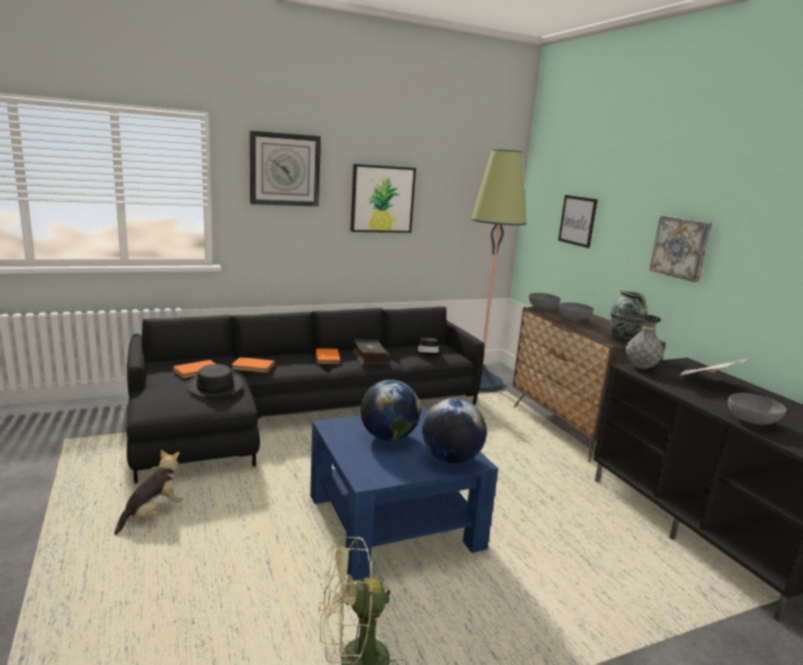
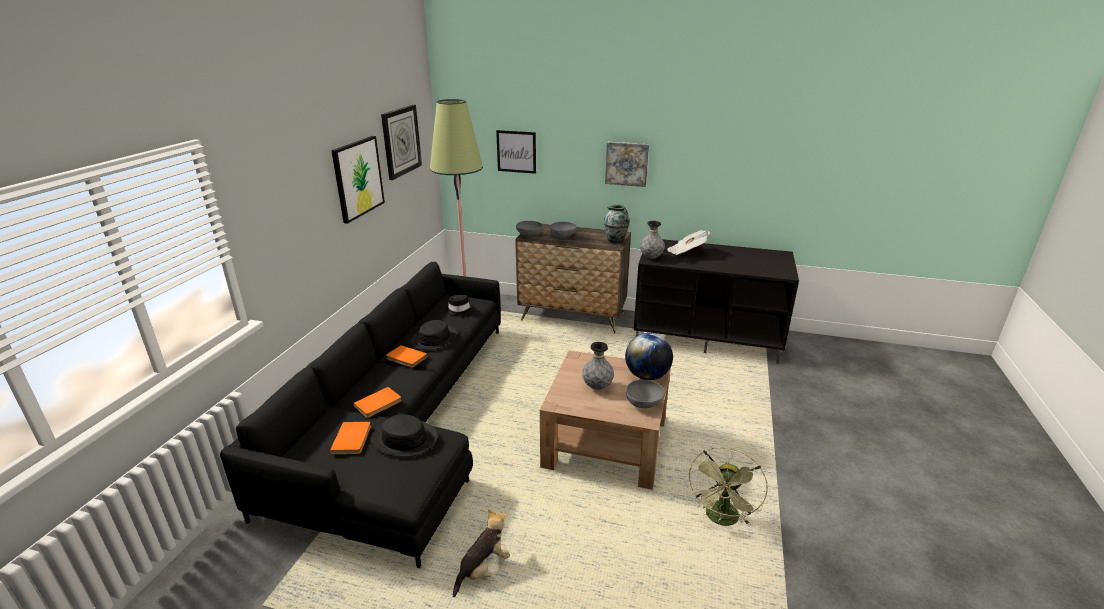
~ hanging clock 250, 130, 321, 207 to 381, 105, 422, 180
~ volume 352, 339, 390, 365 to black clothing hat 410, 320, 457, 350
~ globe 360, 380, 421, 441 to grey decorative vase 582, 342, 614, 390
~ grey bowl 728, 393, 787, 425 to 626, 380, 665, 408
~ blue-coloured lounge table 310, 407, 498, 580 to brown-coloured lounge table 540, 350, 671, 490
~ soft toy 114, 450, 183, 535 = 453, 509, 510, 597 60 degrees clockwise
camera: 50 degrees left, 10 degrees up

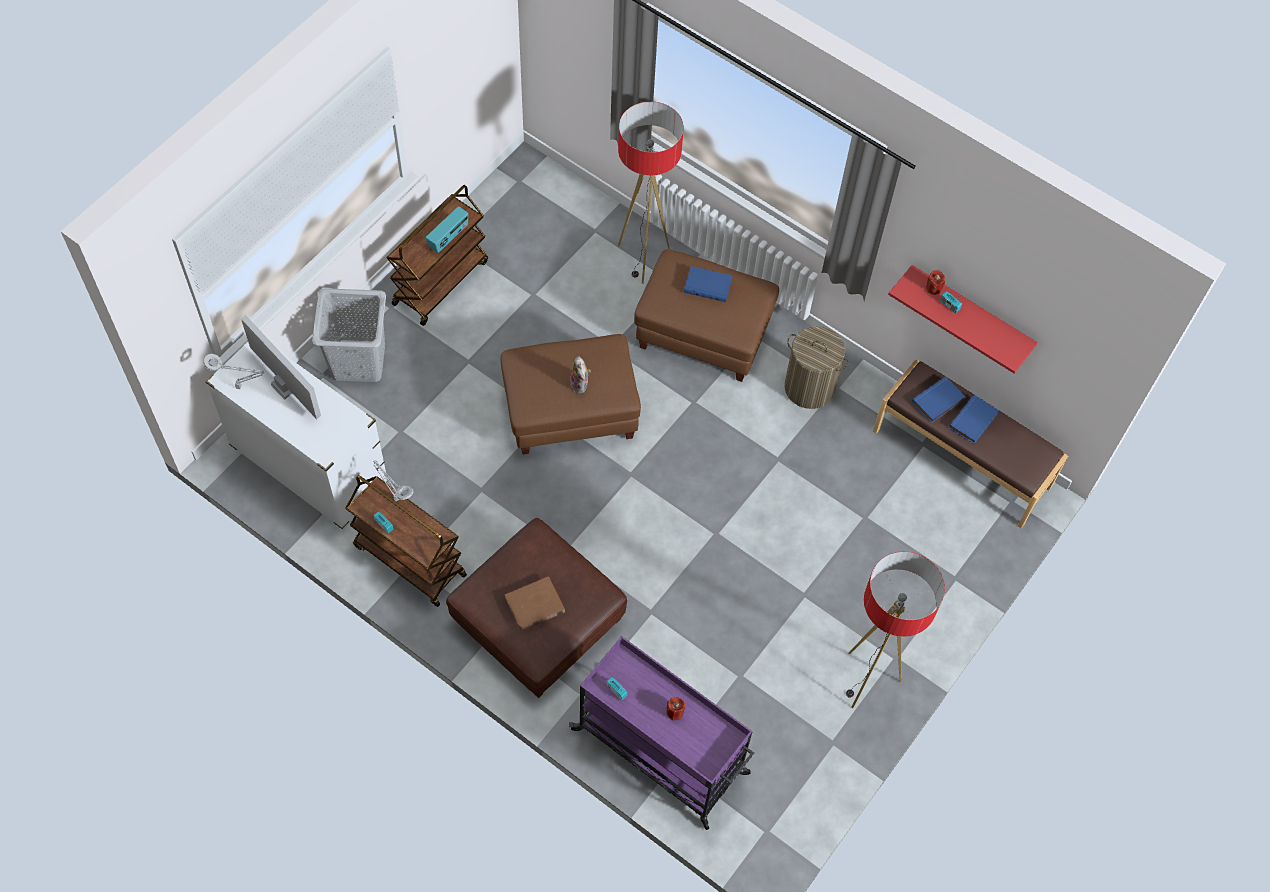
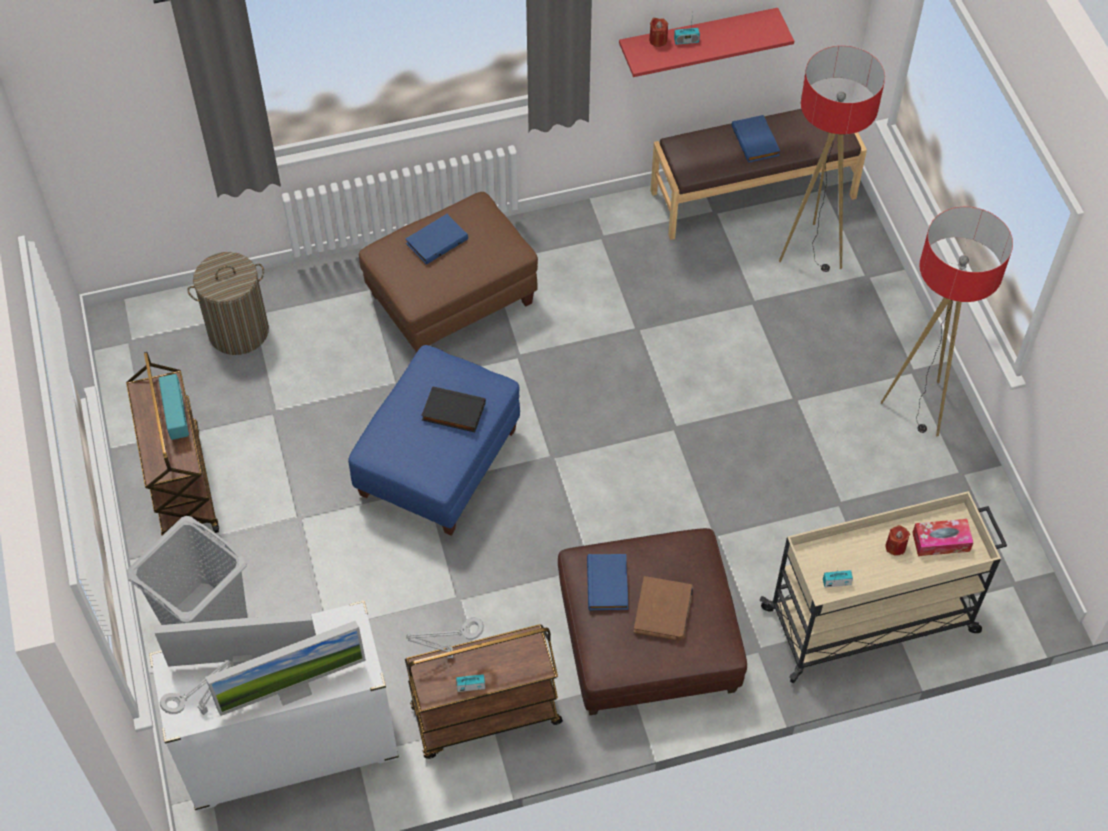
~ standing lamp 618, 101, 684, 284 to 779, 46, 885, 272
~ hamper 785, 326, 848, 409 to 187, 252, 269, 355
~ brown-coloured footrest 501, 334, 641, 455 to blue-coloured footrest 348, 345, 520, 536
~ soft toy 570, 356, 591, 393 to black volume 421, 386, 486, 432
~ blue-coloured volume 912, 377, 966, 423 to 587, 554, 628, 610
~ purple trolley 569, 636, 754, 830 to beige-coloured trolley 760, 491, 1007, 683
+ tissue holder 912, 519, 973, 556
+ monitor 205, 621, 366, 716
camera: 50 degrees left, 5 degrees down

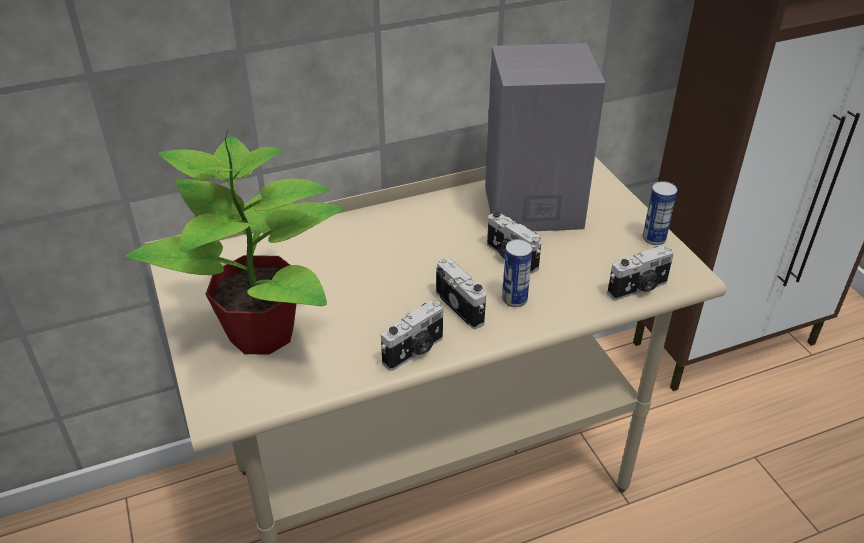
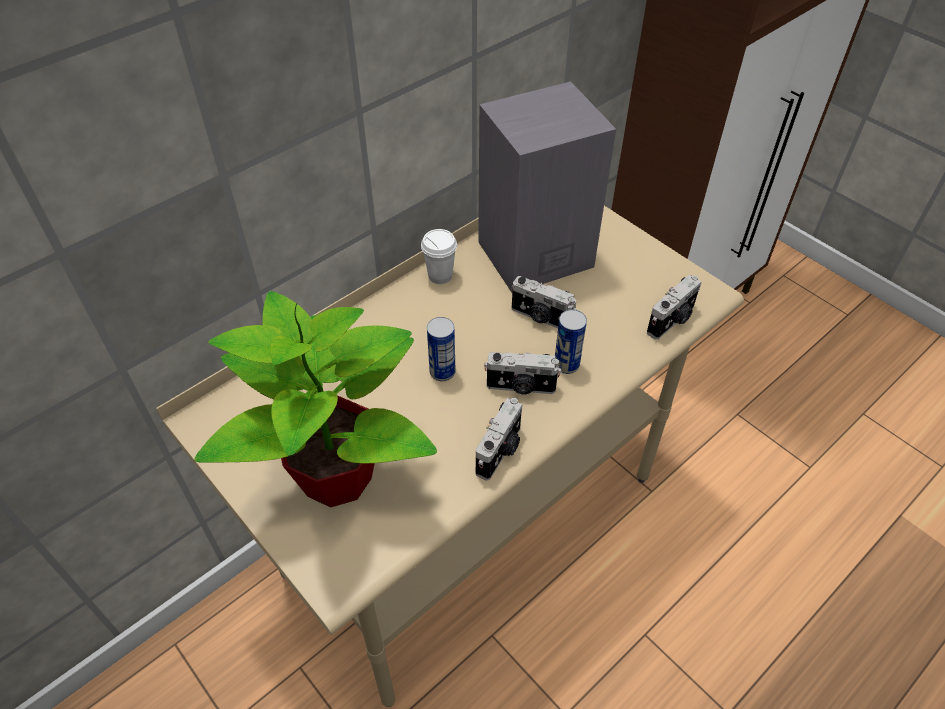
~ sealed can 643, 181, 677, 245 to 427, 317, 456, 381
~ photo camera 436, 258, 486, 329 = 484, 352, 561, 395 150 degrees clockwise
+ white-coloured drinking cup 421, 229, 457, 284
camera: 20 degrees left, 10 degrees up

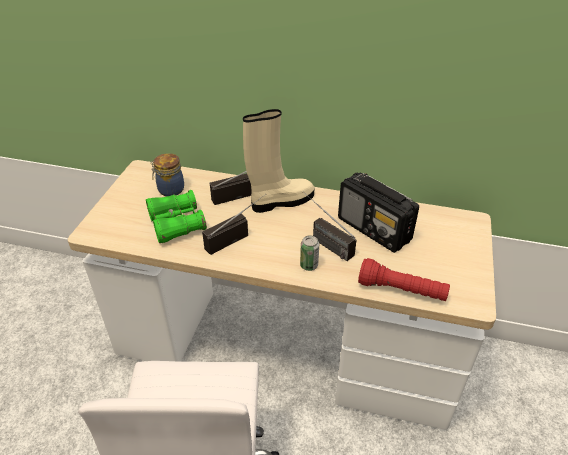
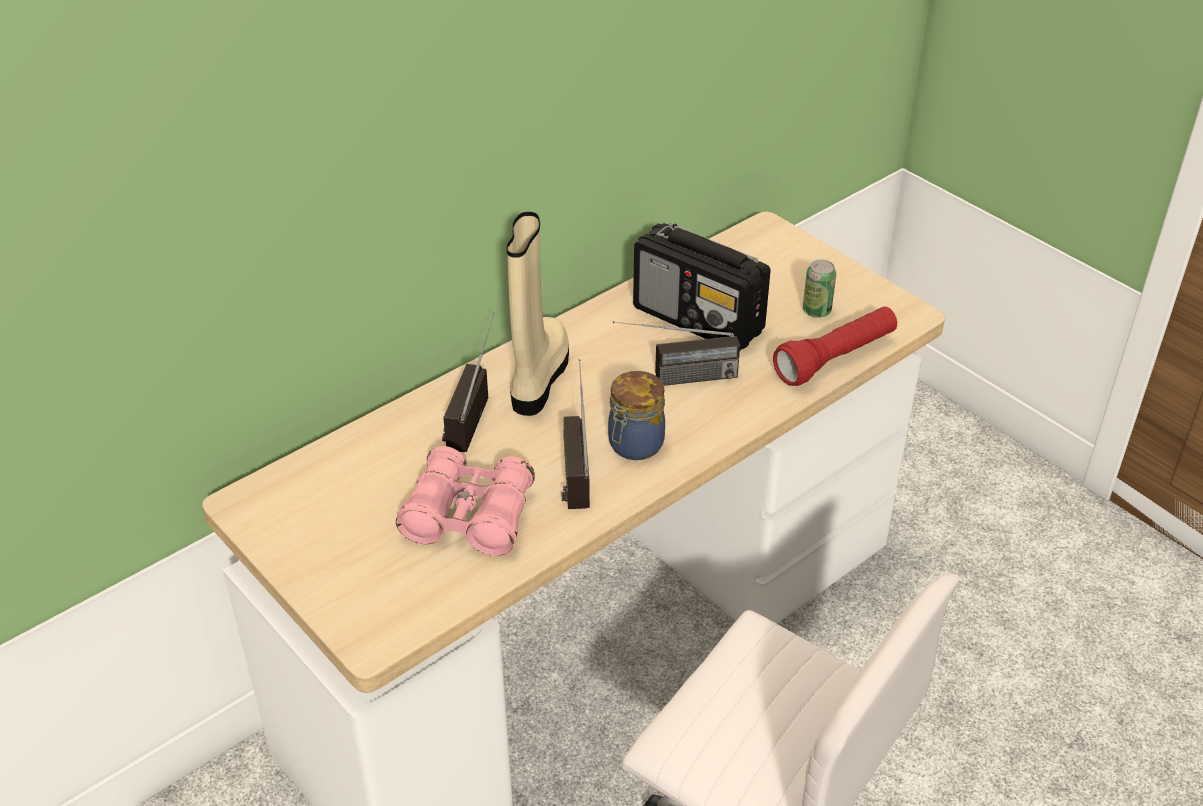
~ jar 150, 153, 184, 196 to 608, 371, 665, 460
~ radio set 338, 172, 419, 253 = 633, 223, 771, 351 45 degrees clockwise
~ green-coloured binoculars 146, 190, 207, 243 to pink binoculars 396, 446, 535, 556
~ sealed can 300, 235, 319, 271 to 803, 259, 836, 318
camera: 55 degrees left, 0 degrees up

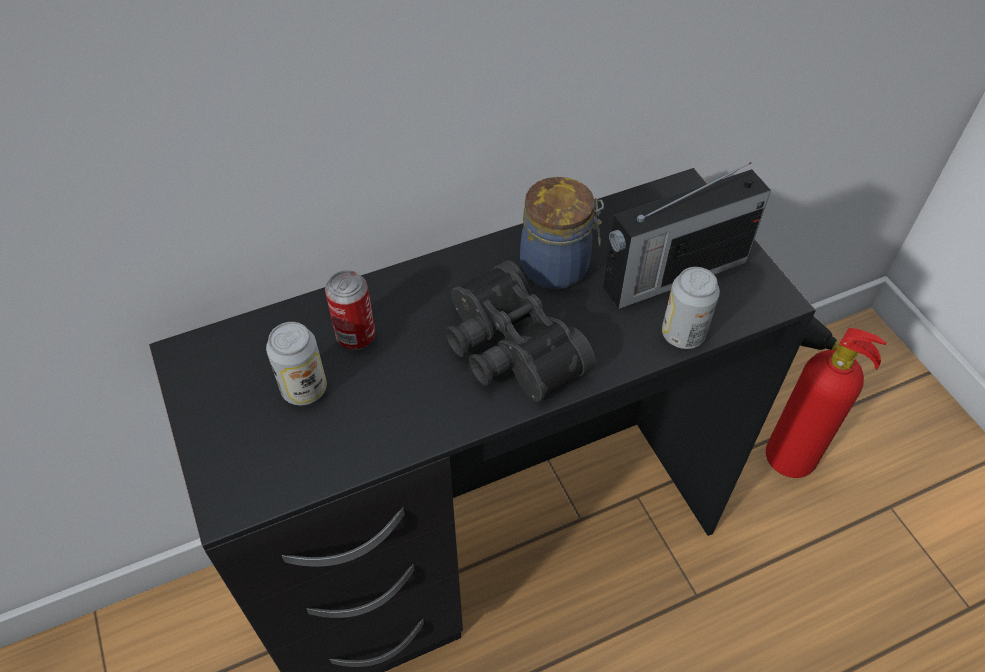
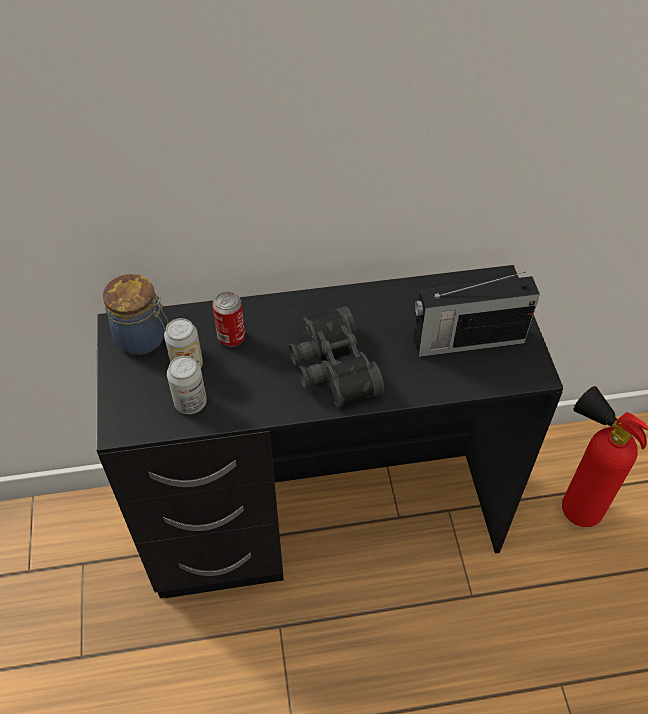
~ jar 520, 177, 604, 290 to 103, 274, 168, 355
~ sealed can 662, 267, 720, 349 to 167, 356, 207, 414
camera: 15 degrees right, 0 degrees up

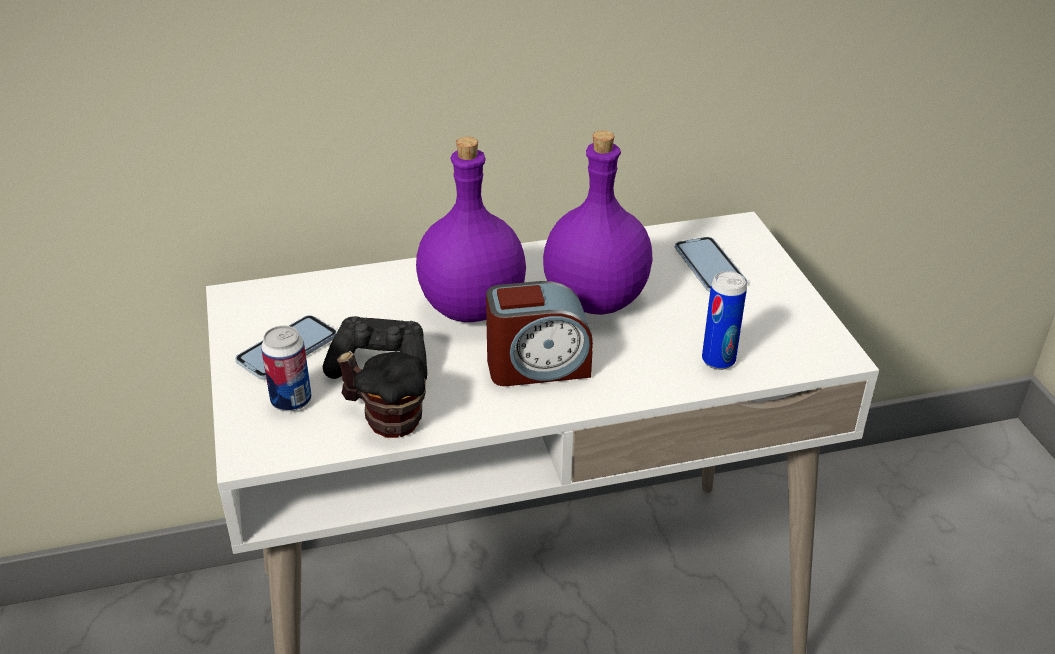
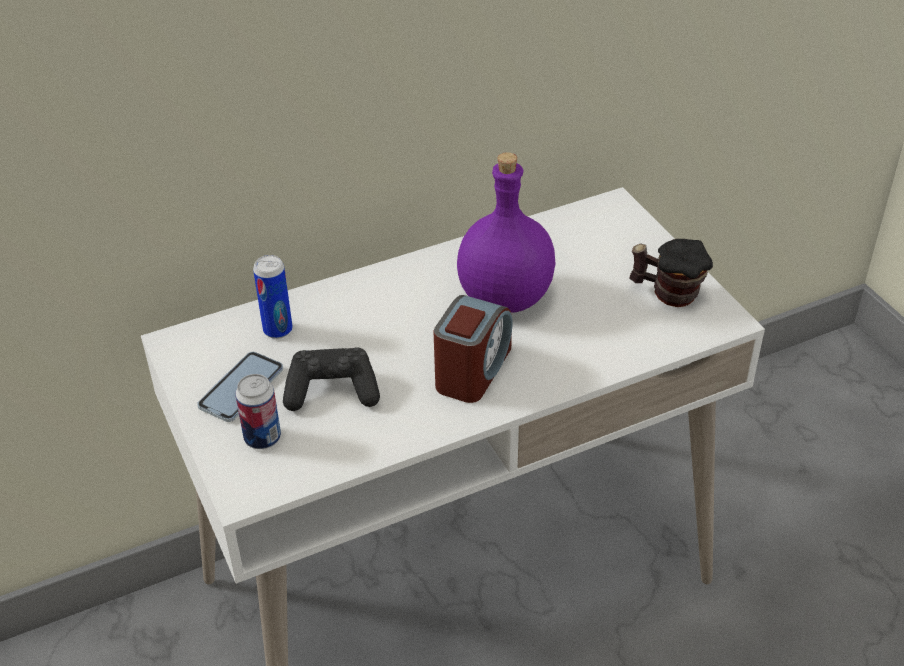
- purple beverage bottle 416, 137, 526, 322
- telephone 675, 237, 748, 292
~ sealed can 702, 271, 747, 370 to 253, 255, 293, 339
~ alarm clock 486, 281, 593, 386 = 434, 295, 513, 403 45 degrees counterclockwise
~ tea mug 336, 351, 426, 438 to 630, 239, 713, 307
camera: 10 degrees left, 5 degrees up

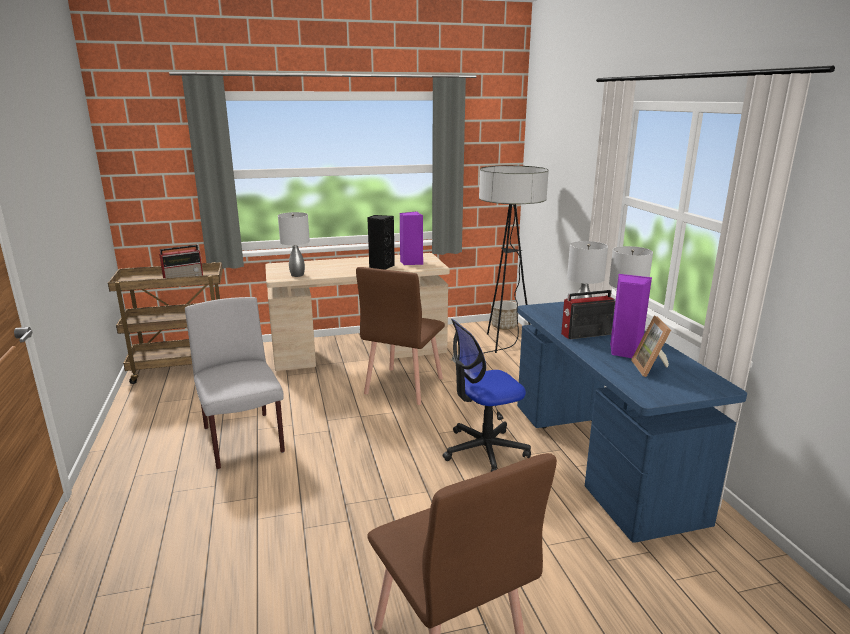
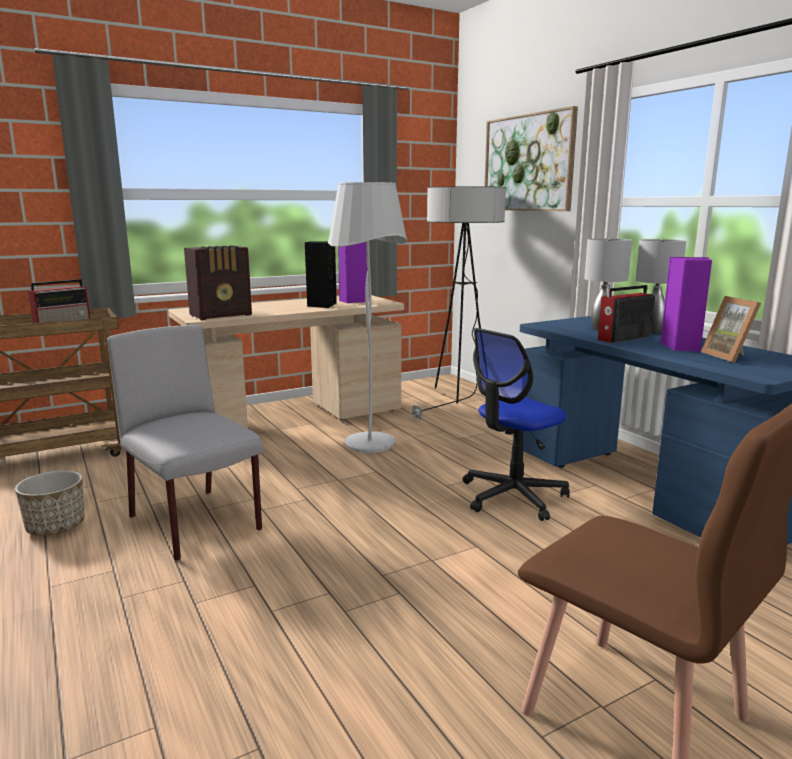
~ grey lamp for a table 278, 212, 310, 277 to radio set 184, 245, 252, 320
~ brown-coloured upright chair 356, 267, 445, 405 to white-coloured standing lamp 328, 182, 407, 453
~ flower pot 491, 301, 519, 330 to 15, 470, 85, 536
+ wall art 484, 106, 578, 211
camera: 15 degrees left, 5 degrees down

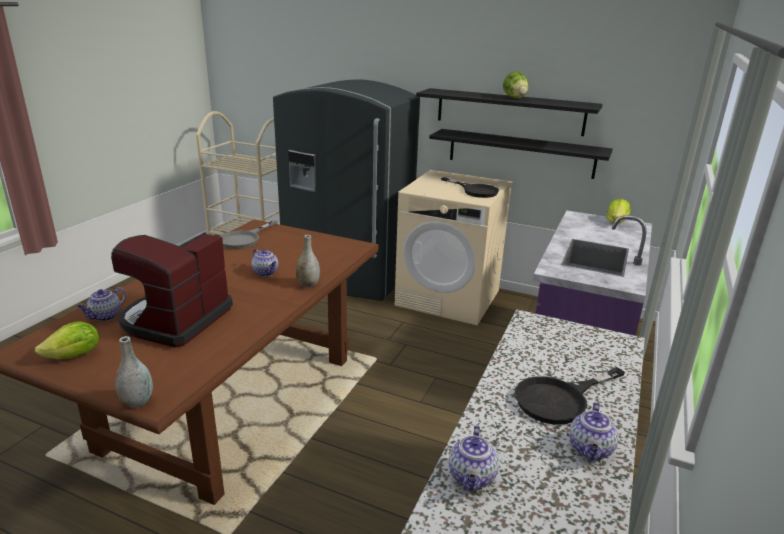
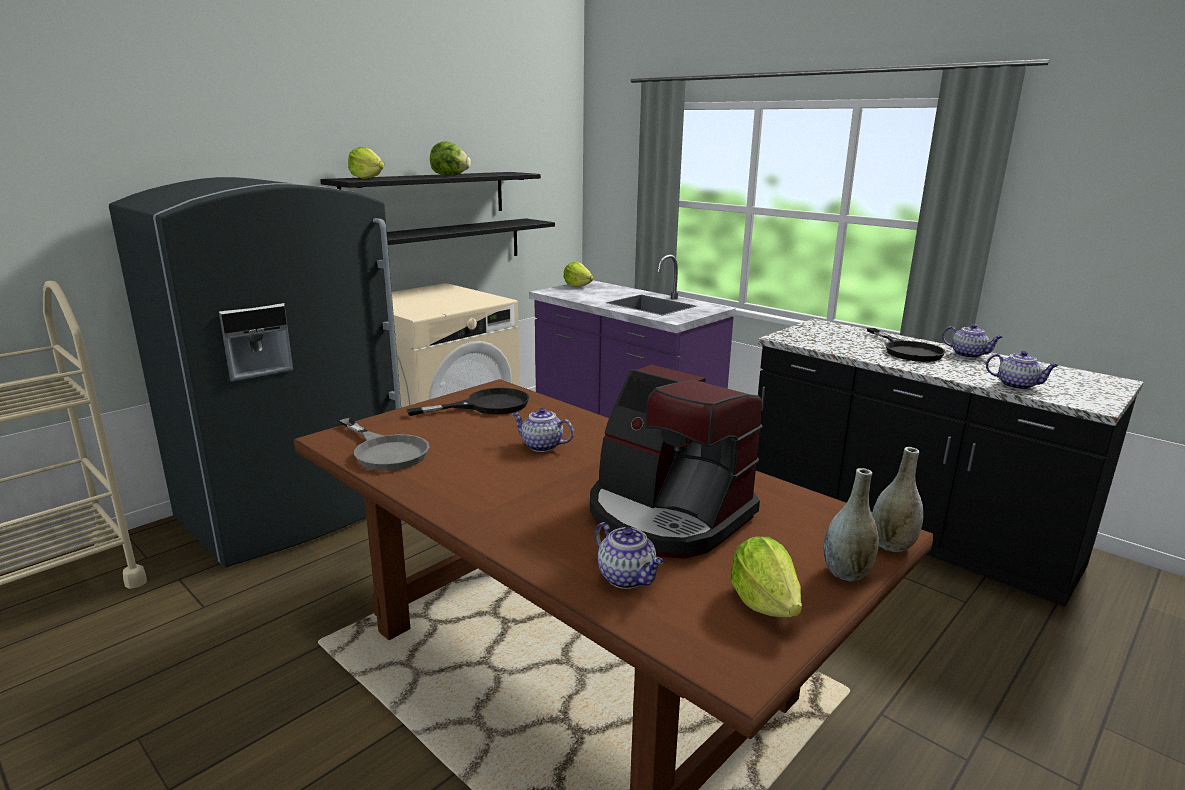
~ black skillet 441, 177, 499, 198 to 407, 388, 530, 416
~ grey decorative vase 296, 235, 320, 288 to 824, 468, 879, 581
~ teapot 252, 249, 278, 277 = 512, 408, 574, 452 135 degrees counterclockwise
+ lettuce head 348, 147, 384, 179
camera: 70 degrees left, 5 degrees down

